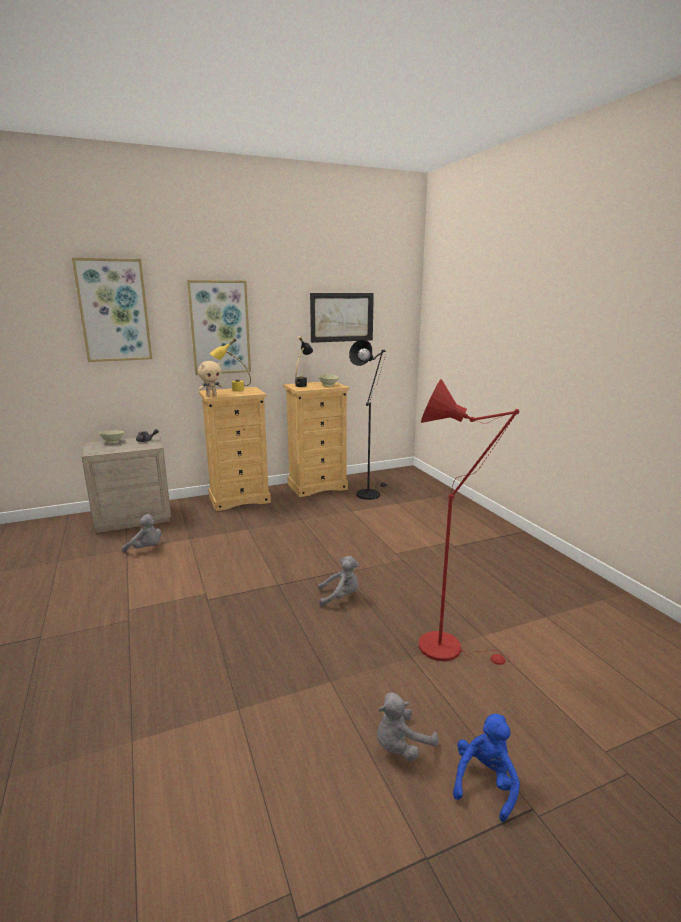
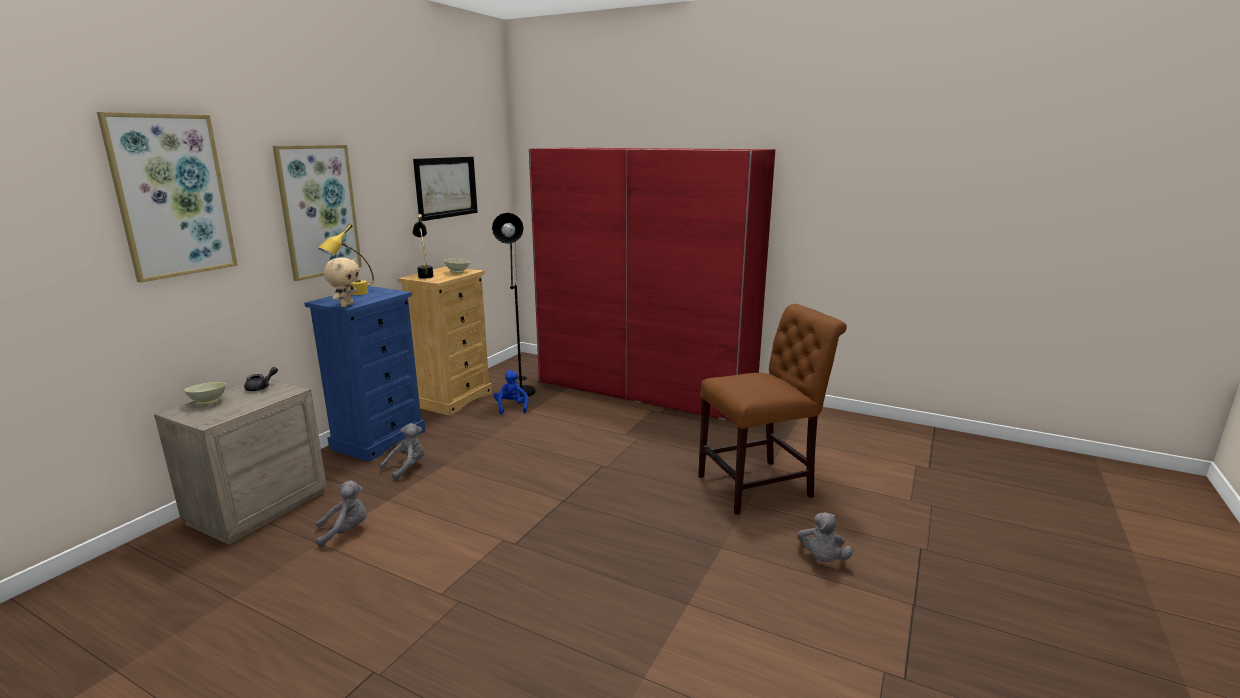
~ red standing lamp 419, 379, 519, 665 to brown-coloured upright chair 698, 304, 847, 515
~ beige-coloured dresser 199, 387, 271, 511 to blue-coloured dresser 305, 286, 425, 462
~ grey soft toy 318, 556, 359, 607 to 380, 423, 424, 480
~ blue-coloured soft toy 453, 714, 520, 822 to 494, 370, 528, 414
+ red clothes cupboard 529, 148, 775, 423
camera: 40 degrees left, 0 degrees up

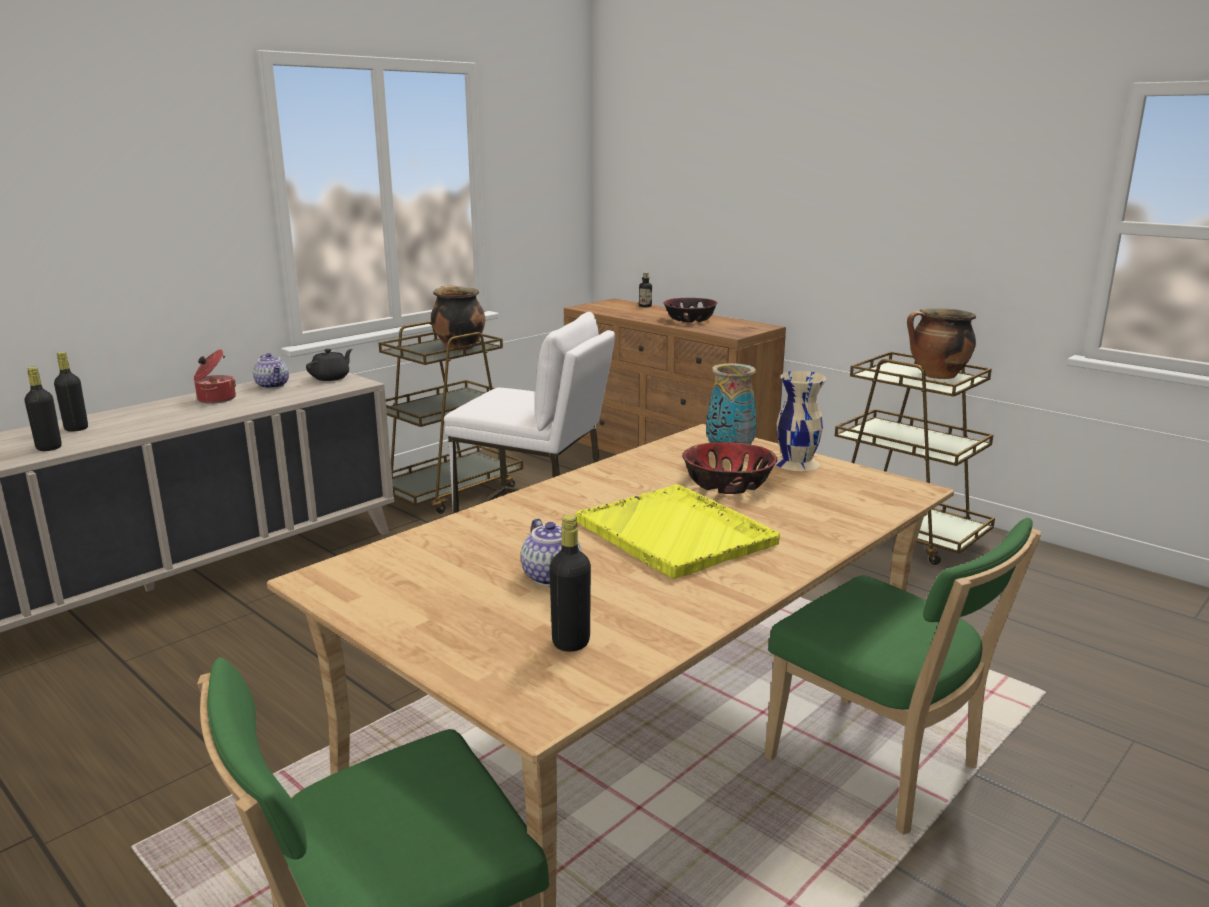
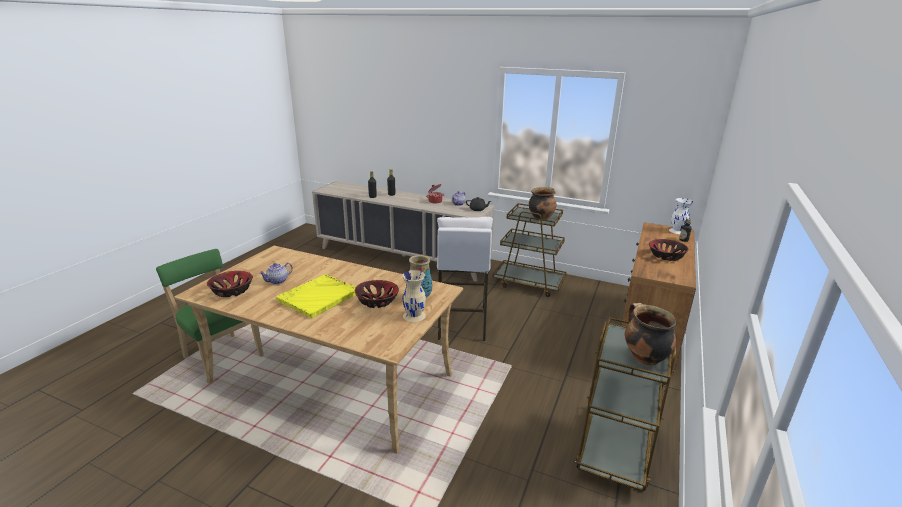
~ black beverage bottle 549, 514, 591, 652 to bowl 207, 271, 253, 297
- green-coloured upright chair 764, 518, 1041, 835
+ white-coloured decorative vase 669, 198, 693, 234
camera: 70 degrees right, 5 degrees up

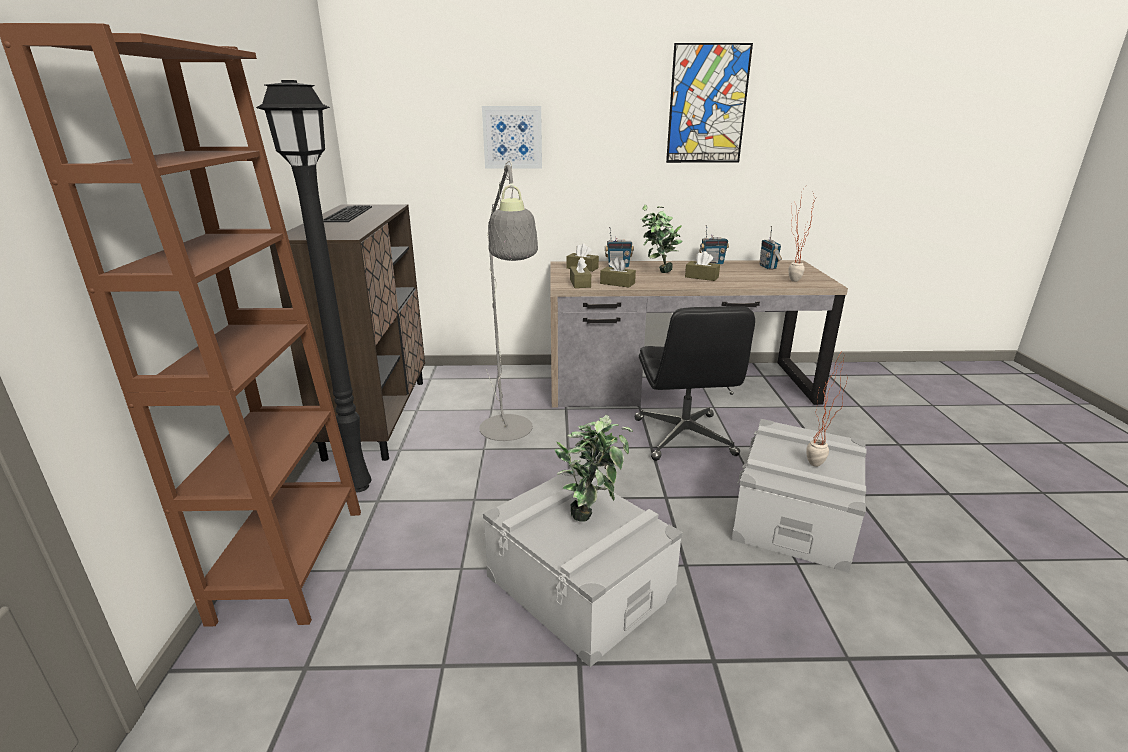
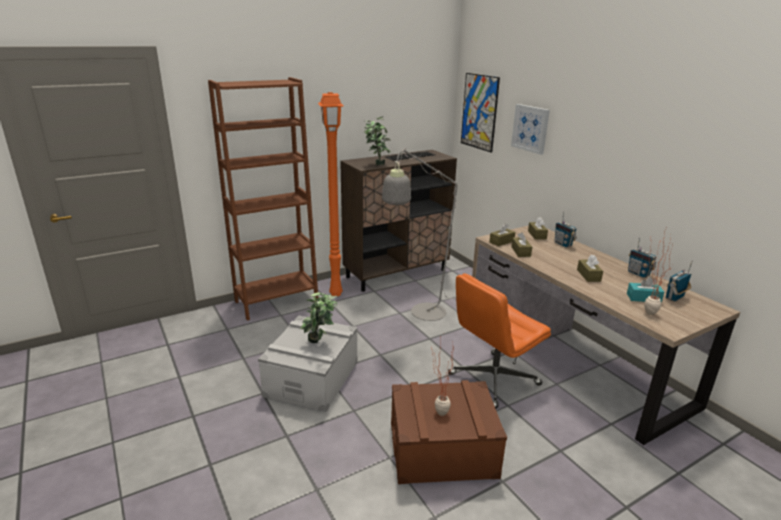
~ wall art 666, 43, 753, 163 to 461, 73, 500, 153
~ black standing lamp 256, 80, 371, 493 to orangey standing lamp 318, 92, 343, 296
~ houseplant 641, 205, 683, 273 to 364, 116, 391, 165
~ black office chair 634, 306, 755, 461 to orangey office chair 448, 273, 551, 409
~ grey storage box 731, 419, 866, 573 to brown-coloured storage box 391, 380, 507, 484
+ turquoise-coloured tissue holder 627, 277, 664, 303
camera: 60 degrees right, 0 degrees up

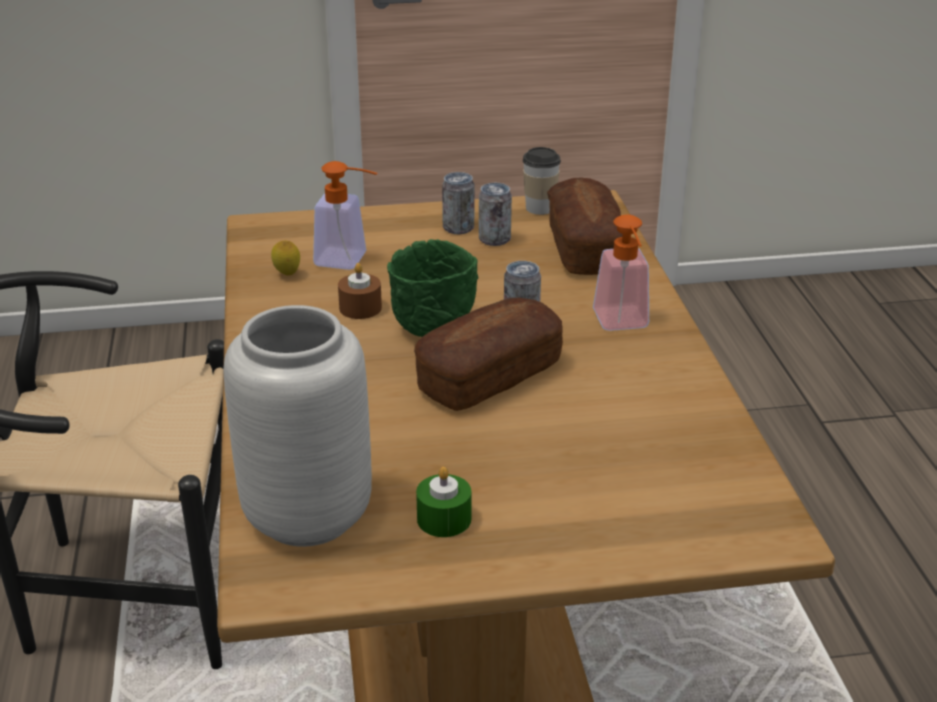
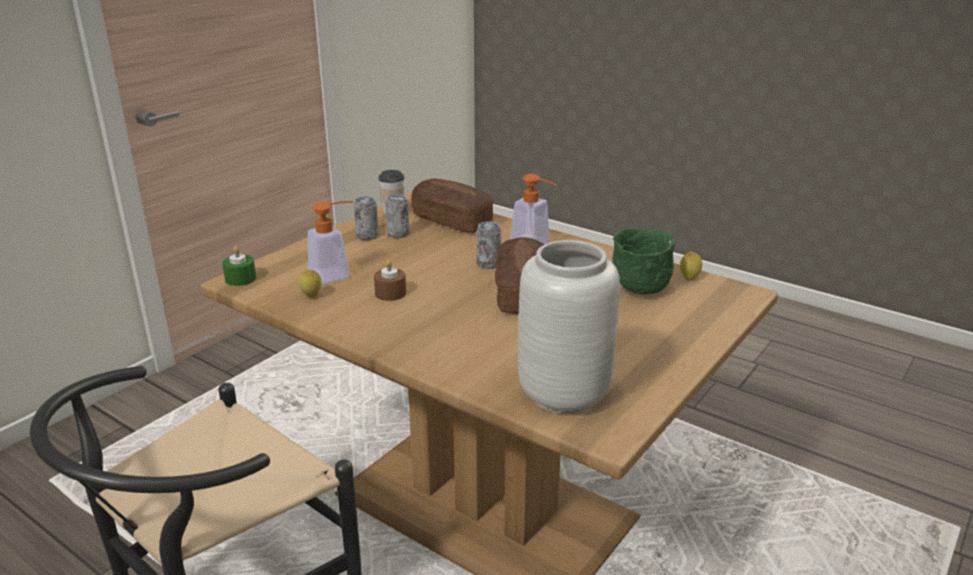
~ green-coloured bowl 387, 239, 479, 337 to 612, 228, 675, 294
~ green-coloured candle 416, 467, 471, 537 to 222, 246, 256, 286
+ citrus fruit 680, 251, 702, 280
camera: 45 degrees left, 5 degrees down

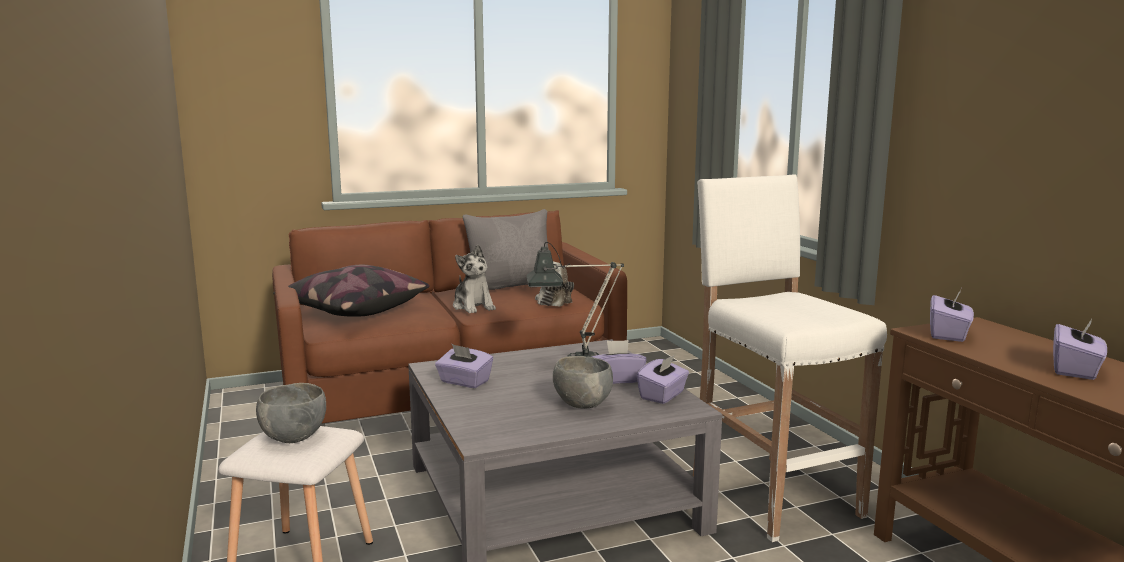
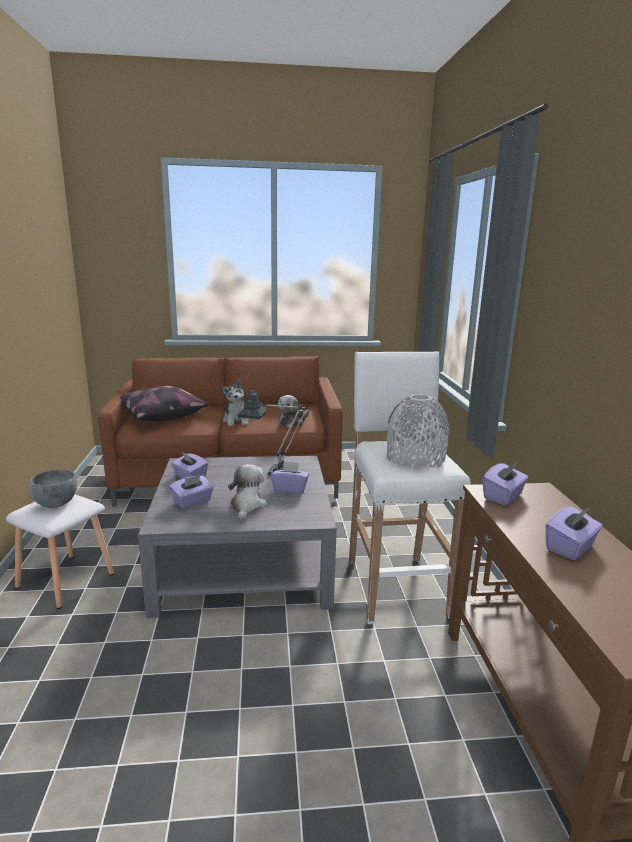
- grey throw pillow 462, 209, 549, 290
~ purple tissue holder 637, 355, 689, 404 to 169, 475, 214, 509
~ grey bowl 553, 356, 613, 409 to soft toy 228, 464, 267, 521
+ grey decorative vase 387, 394, 449, 469
camera: 15 degrees right, 5 degrees up

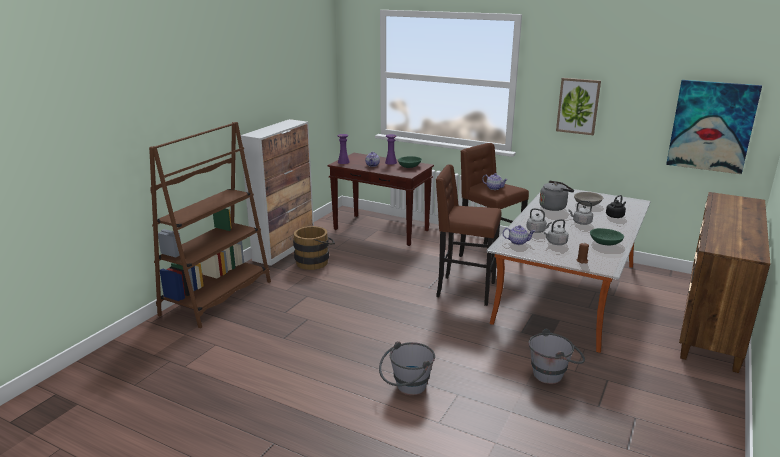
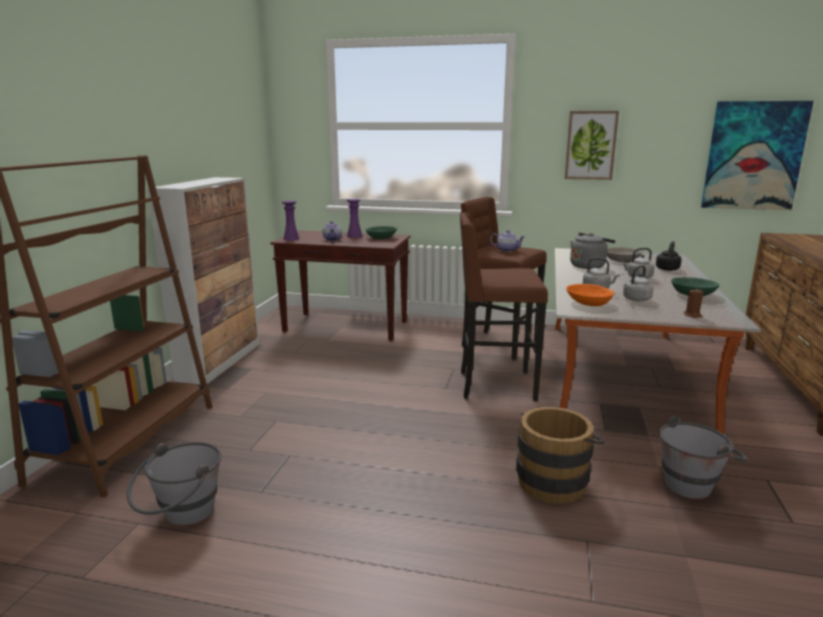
~ teapot 502, 225, 535, 245 to orangey bowl 566, 284, 614, 306
~ brown-coloured bucket 293, 226, 335, 270 to 516, 407, 605, 504
~ grey bucket 379, 341, 435, 395 to 127, 442, 222, 526
camera: 15 degrees left, 5 degrees down

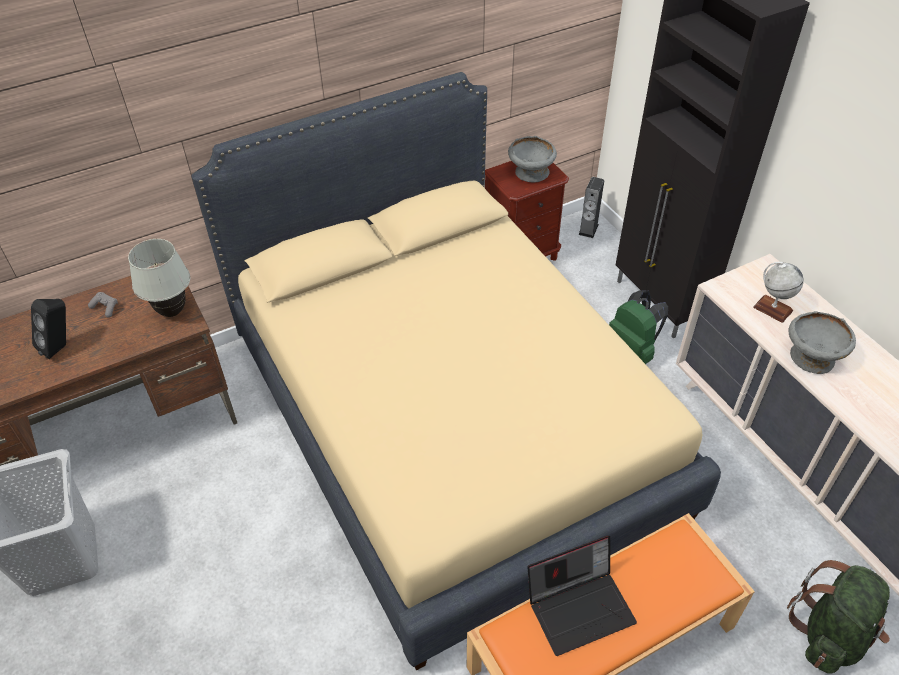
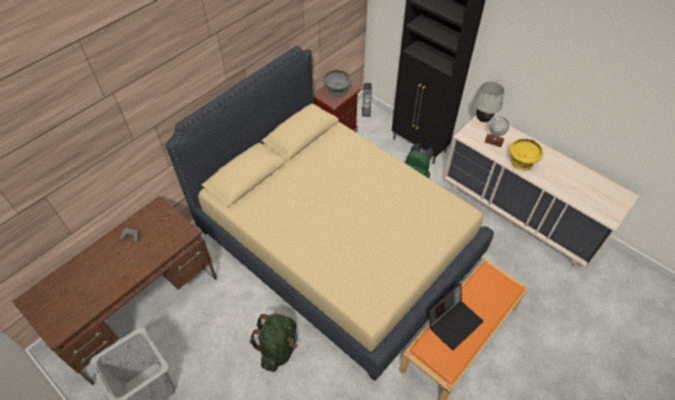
~ white-coloured lamp for a table 128, 239, 190, 317 to 473, 81, 504, 122
- black speaker 31, 299, 66, 359
~ grey bowl 788, 311, 856, 374 to yellowish bowl 509, 138, 543, 171
~ green-coloured backpack 787, 560, 890, 674 to 249, 314, 298, 372
camera: 20 degrees left, 5 degrees up

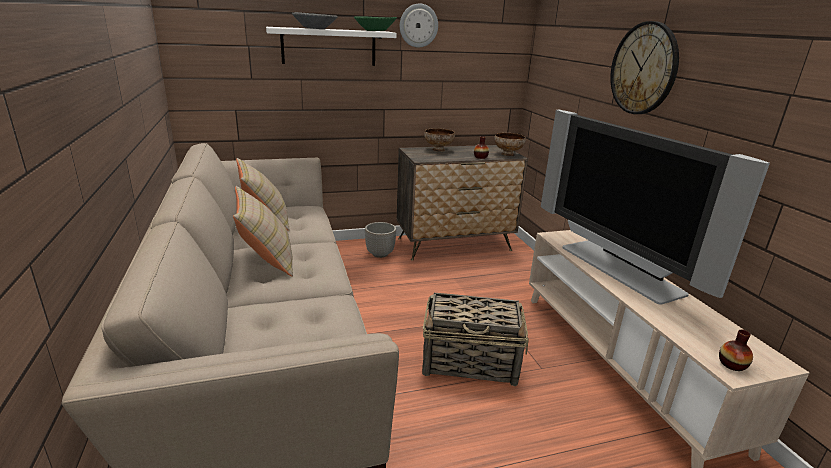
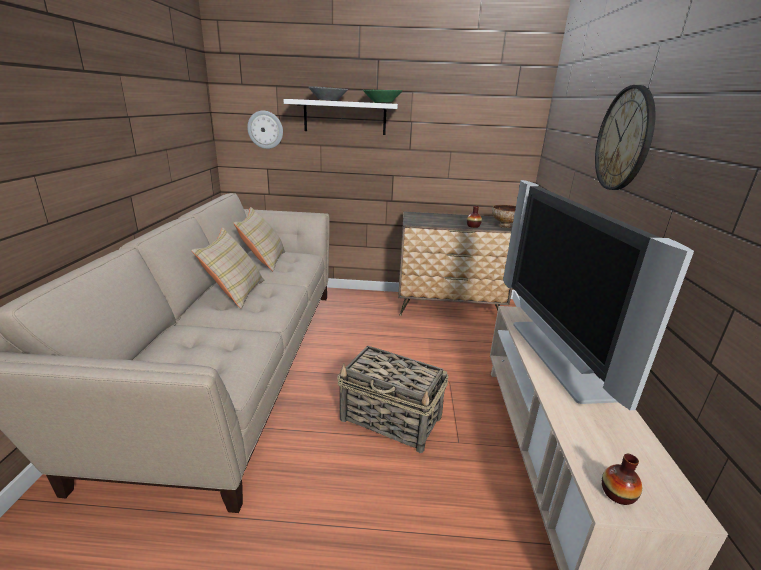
~ hanging clock 400, 4, 438, 48 to 247, 111, 283, 149
- bowl 424, 128, 455, 152
- flower pot 365, 222, 396, 258
camera: 20 degrees right, 0 degrees up

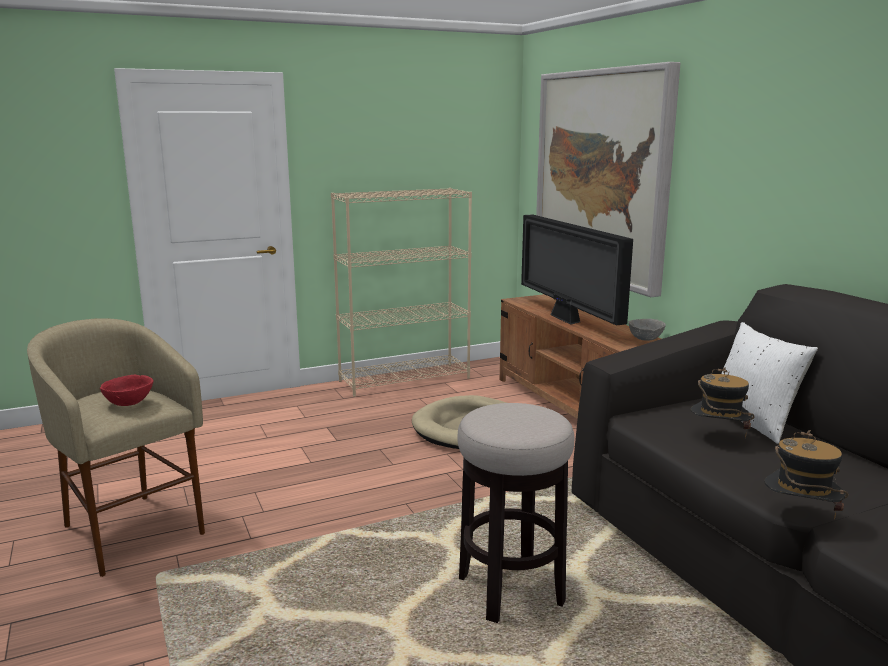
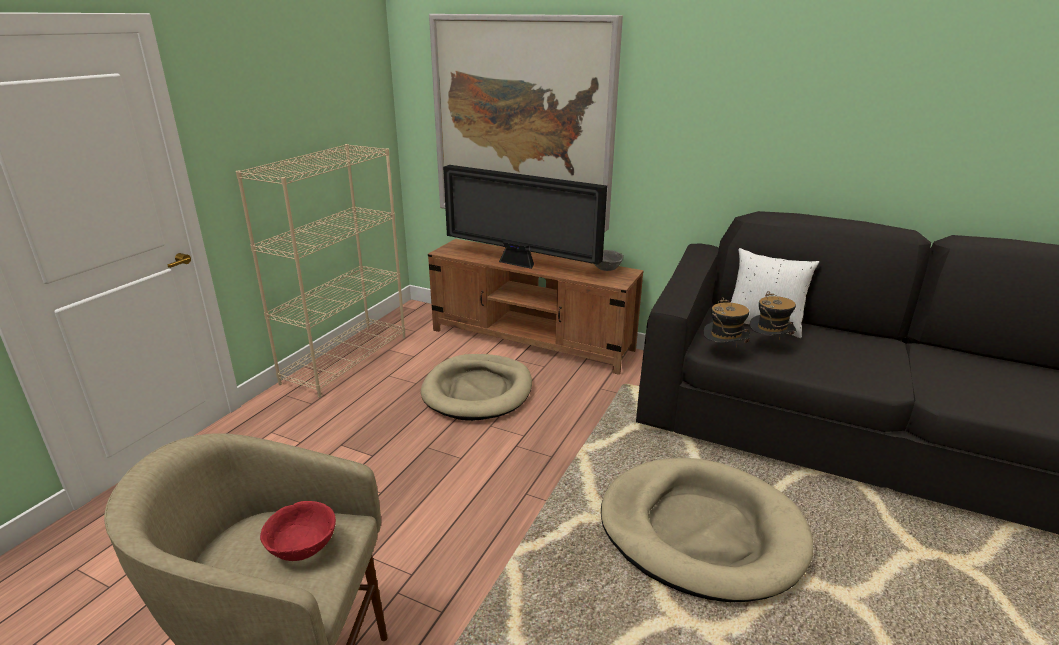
~ sitting stool 457, 403, 574, 623 to beige-coloured dog cushion 601, 458, 813, 602
~ clothing hat 764, 430, 849, 520 to 703, 297, 750, 346
camera: 40 degrees left, 10 degrees up

